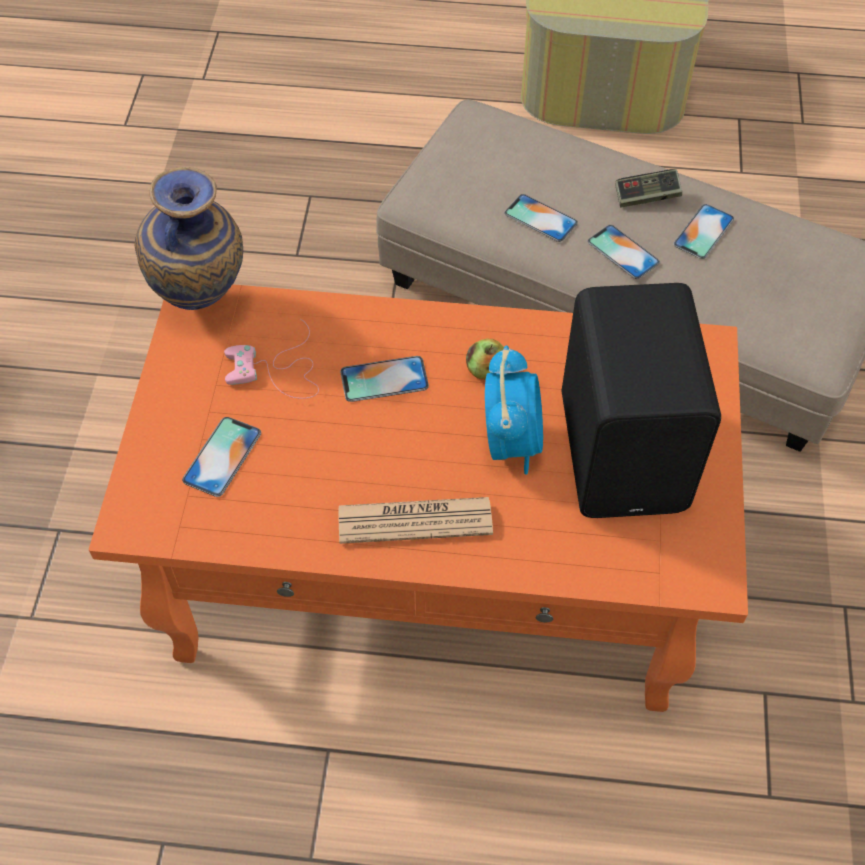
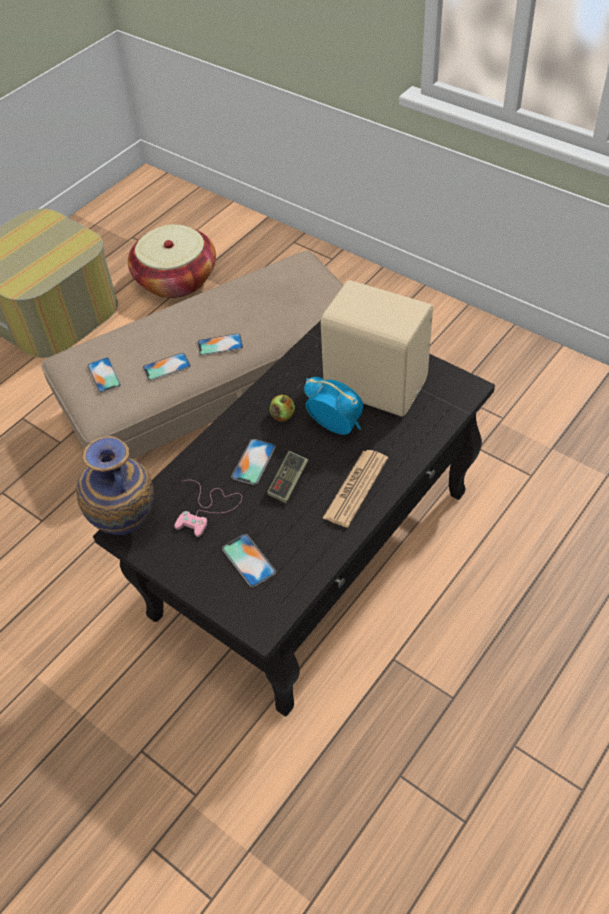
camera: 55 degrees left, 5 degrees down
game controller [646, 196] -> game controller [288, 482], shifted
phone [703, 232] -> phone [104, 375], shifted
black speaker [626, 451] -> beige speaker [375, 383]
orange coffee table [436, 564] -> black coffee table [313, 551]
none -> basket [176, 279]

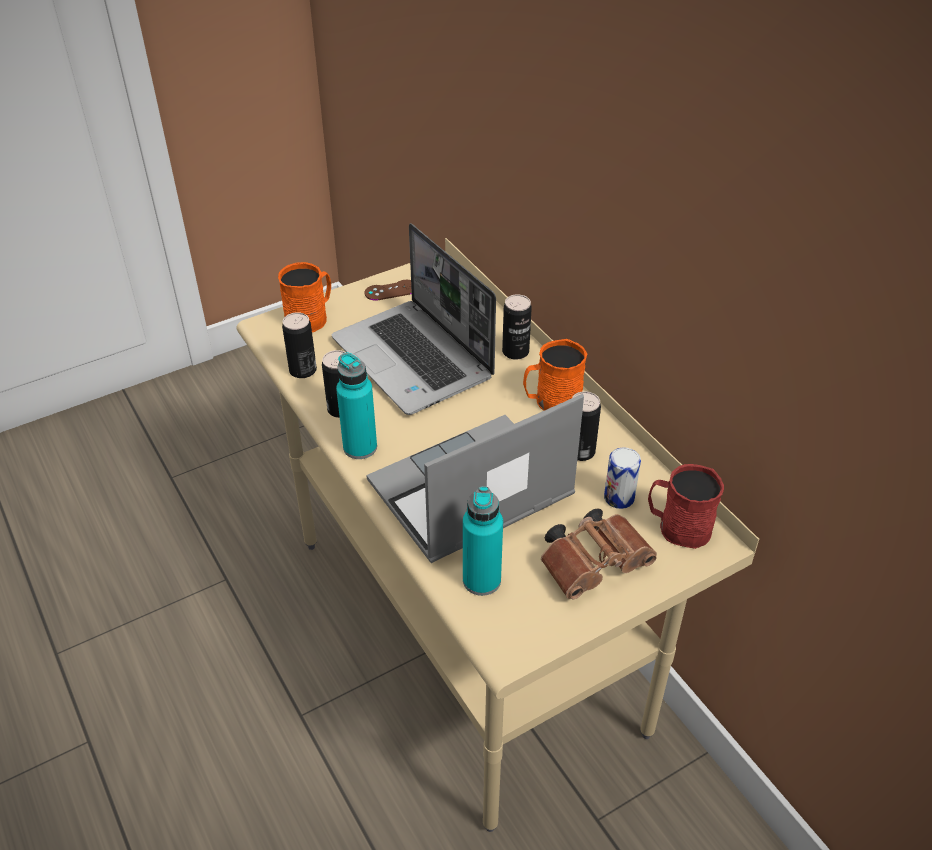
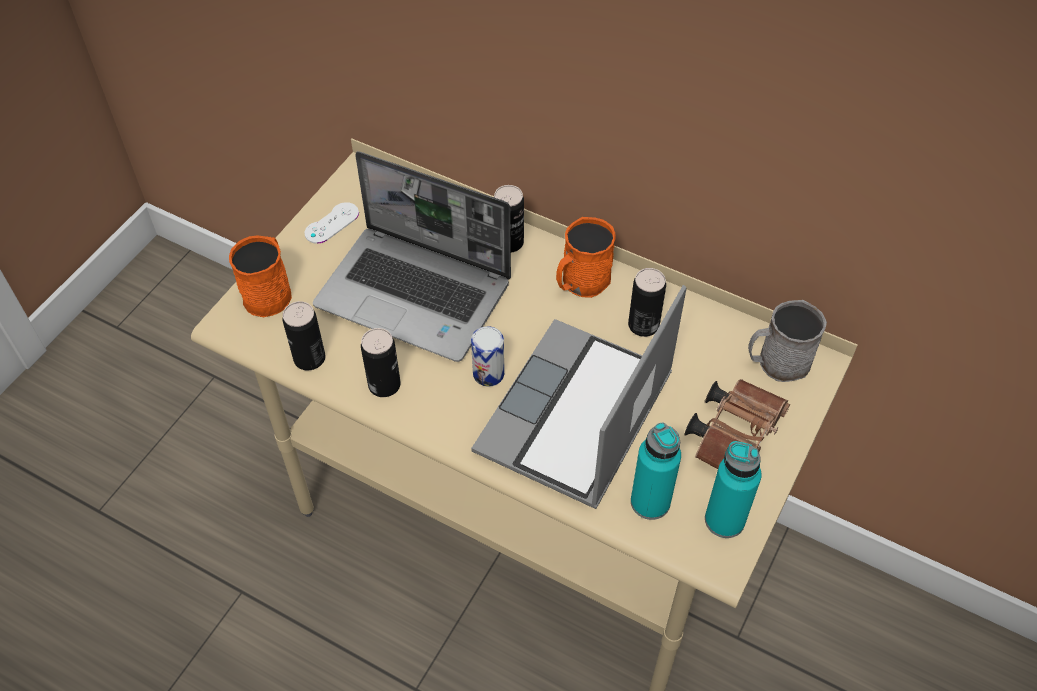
camera: 30 degrees left, 10 degrees up
brown game controller [391, 290] -> white game controller [332, 223]
turquoise bottle [360, 447] -> turquoise bottle [724, 520], shifted
can [619, 497] -> can [488, 373], shifted
red mug [678, 527] -> grey mug [777, 362]

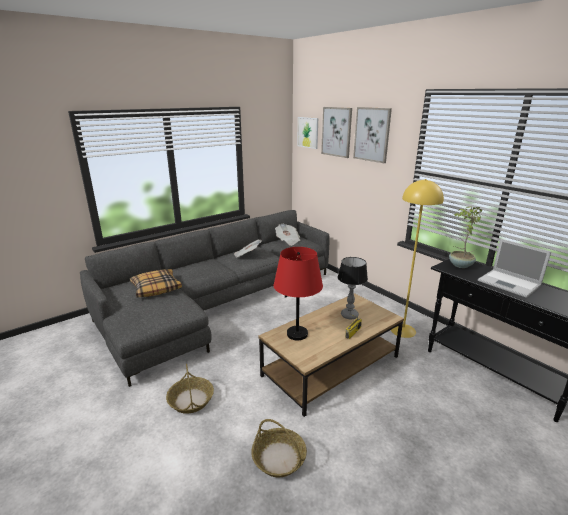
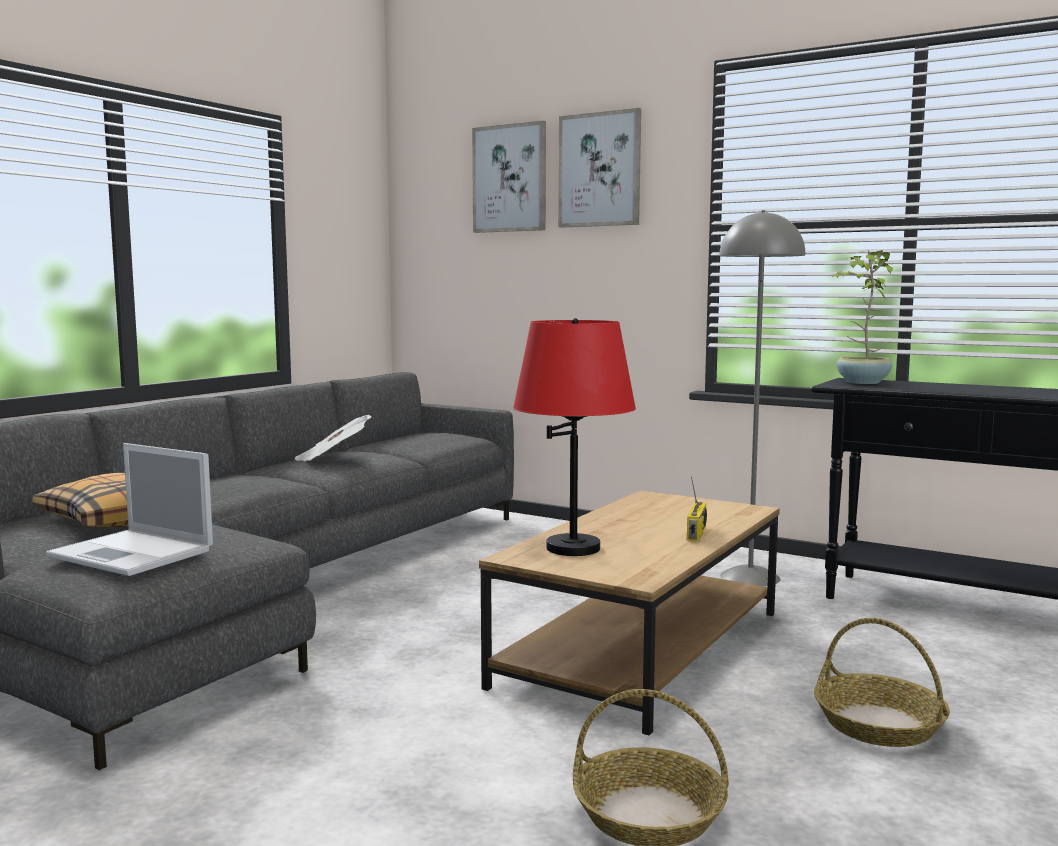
camera: 20 degrees left, 15 degrees down
picture [308, 132] -> none
yellow floor lamp [403, 330] -> grey floor lamp [750, 577]
newspaper [287, 241] -> none
laptop [510, 283] -> laptop [133, 554], shifted
table lamp [349, 315] -> none
basket [190, 400] -> basket [877, 724], shifted

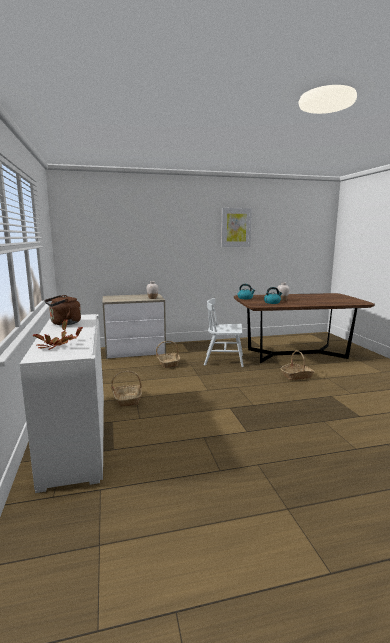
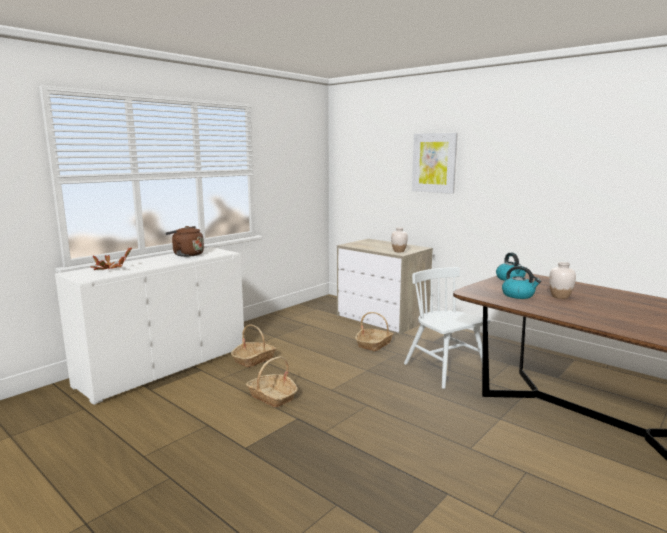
camera: 55 degrees right, 0 degrees up
picture [236, 227] -> picture [434, 163], shifted
basket [296, 376] -> basket [272, 397], shifted

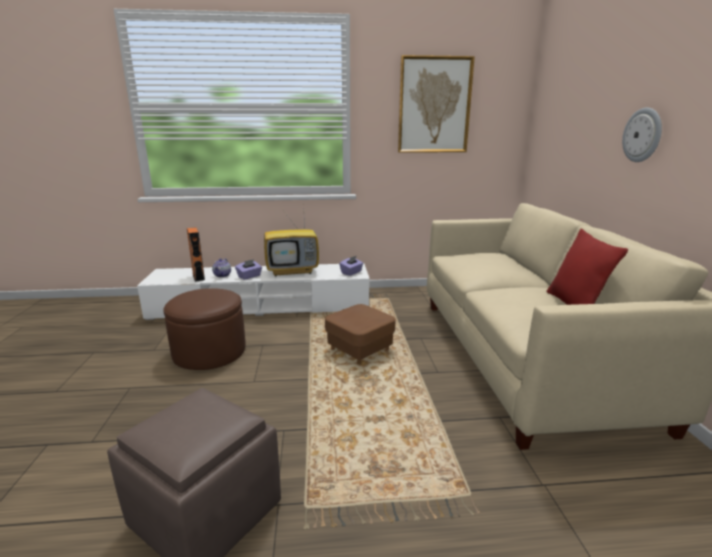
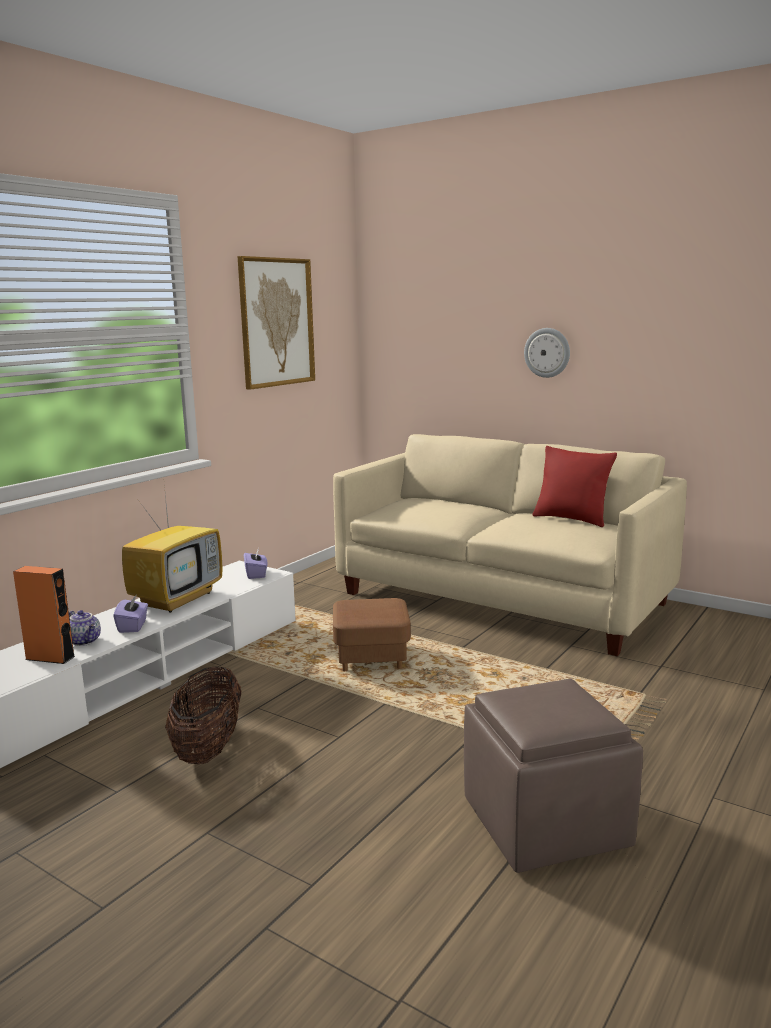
camera: 50 degrees left, 5 degrees down
brown ottoman [209, 351] -> basket [208, 748]

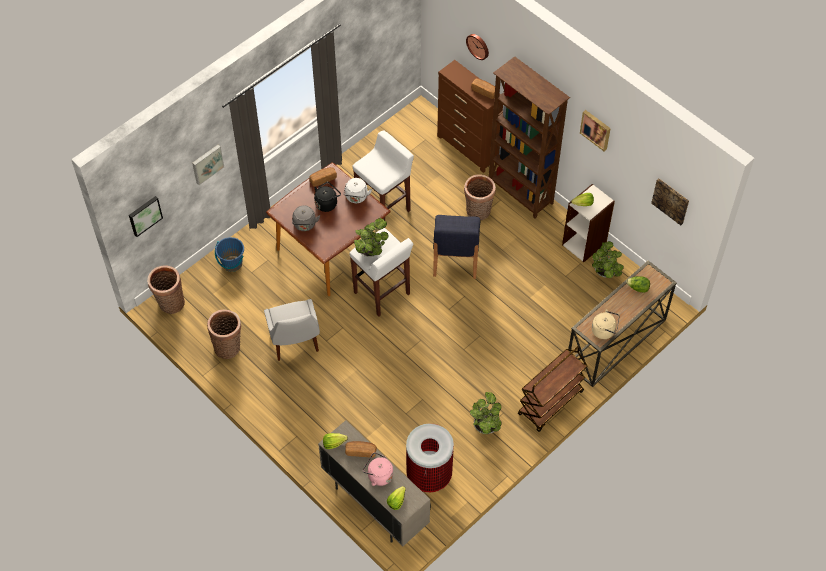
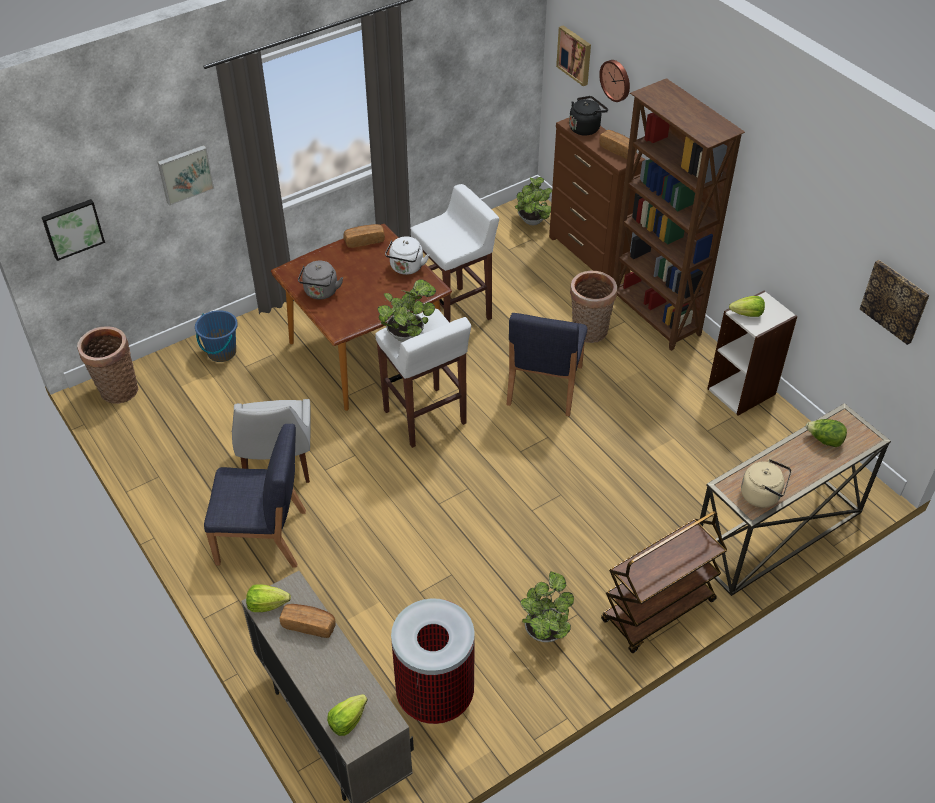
camera: 10 degrees right, 10 degrees down
picture [596, 129] -> picture [575, 55], shifted
black kettle [327, 203] -> black kettle [586, 128], shifted
potted plant [605, 274] -> potted plant [532, 222], shifted
basket [228, 347] -> none
pink kettle [378, 475] -> none
none -> blue chair [263, 538]

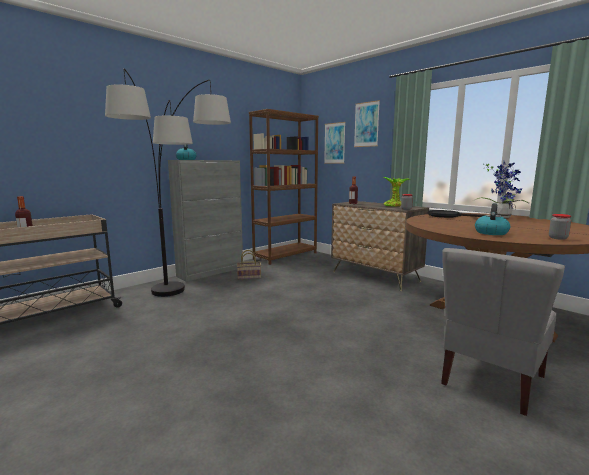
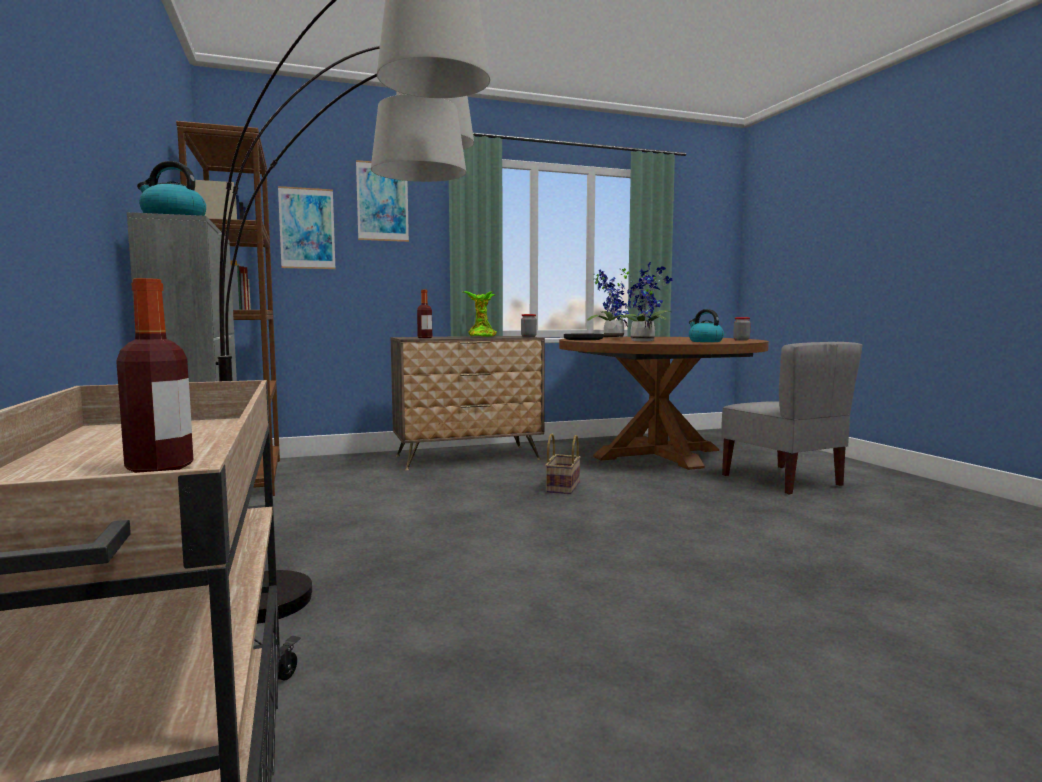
camera: 65 degrees left, 5 degrees down
basket [249, 277] -> basket [562, 487], shifted
none -> potted plant [643, 341]

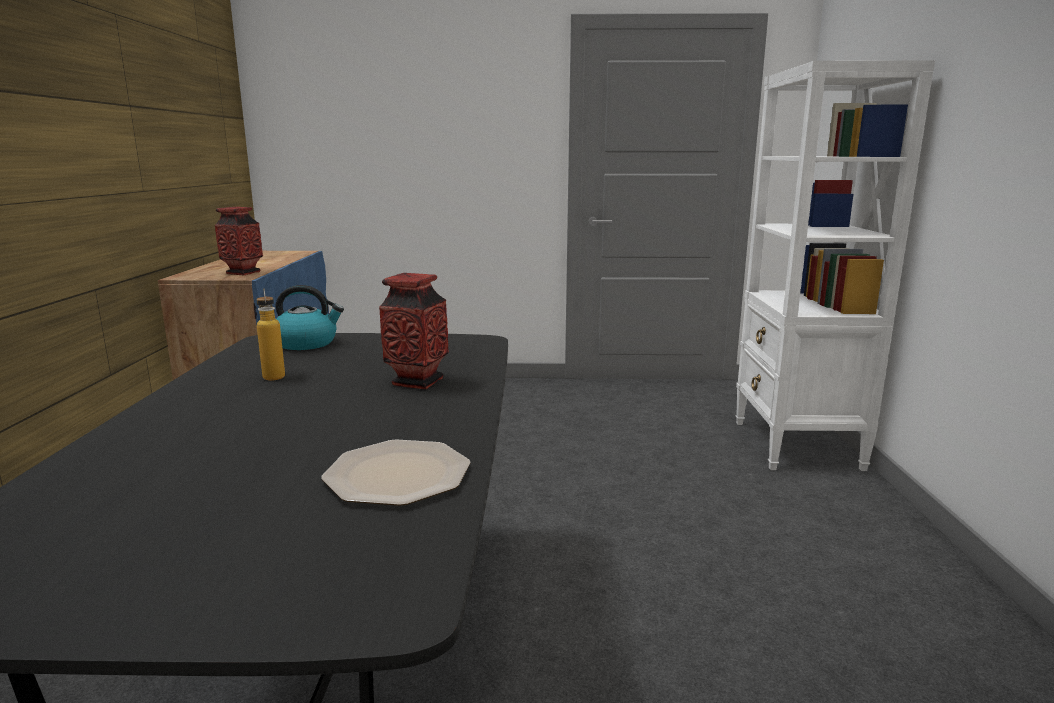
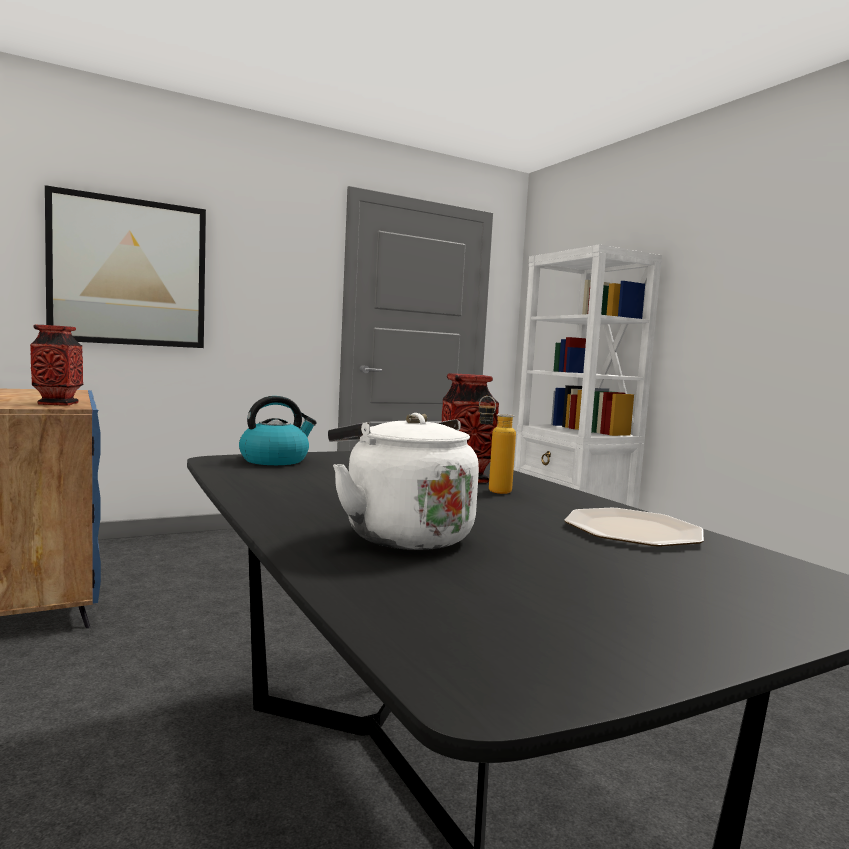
camera: 30 degrees left, 10 degrees down
bottle [273, 375] -> bottle [491, 490], shifted
none -> picture [128, 272]
none -> white kettle [402, 535]

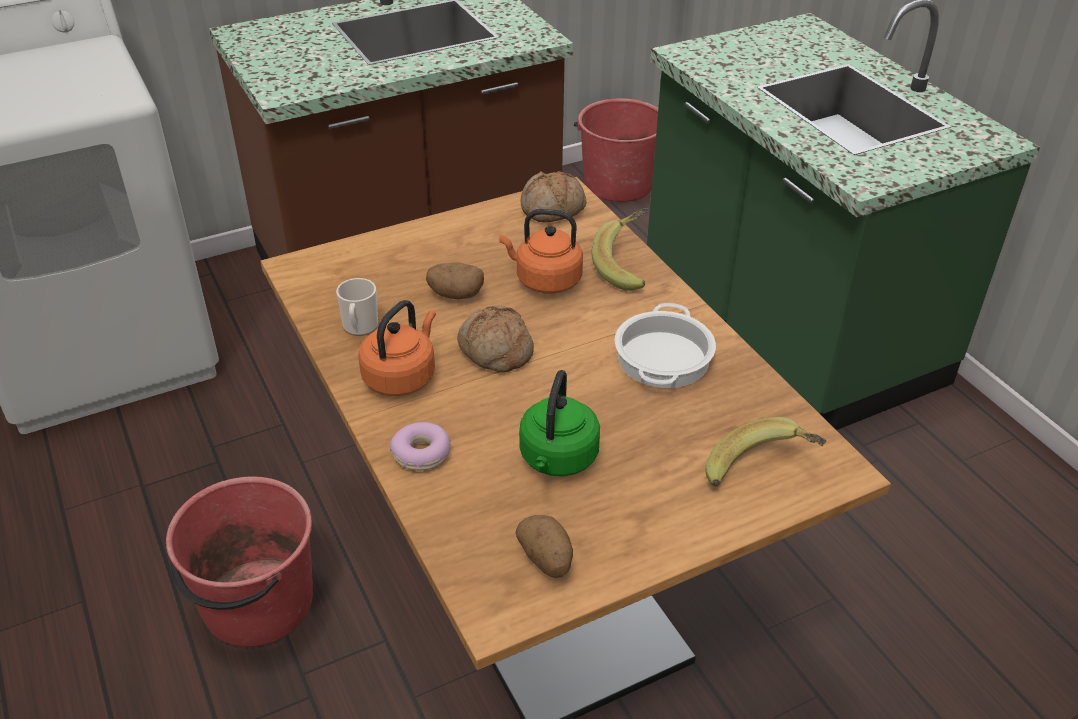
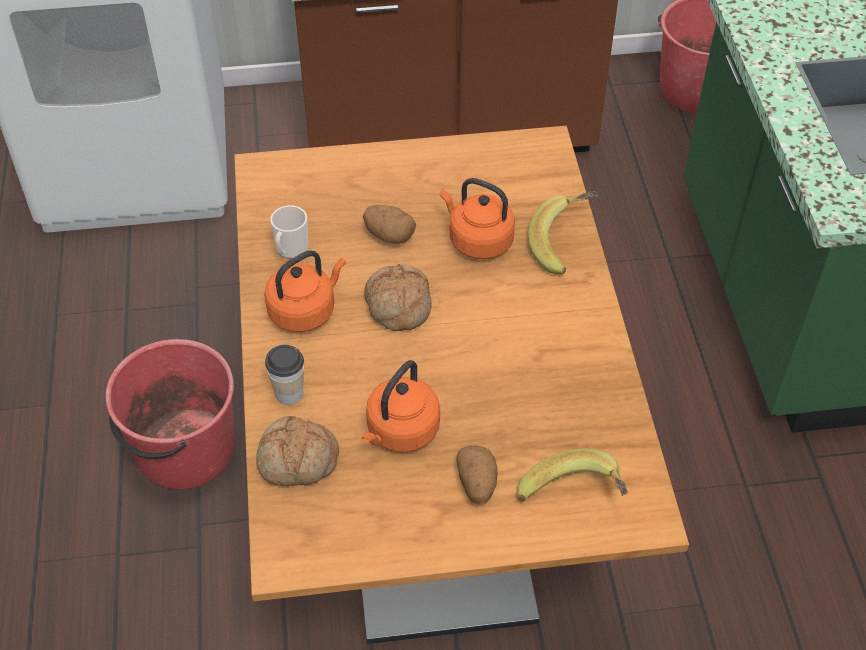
camera: 20 degrees right, 10 degrees up
bread [553, 209] -> bread [297, 461], shifted
cooking pot [664, 359] -> none
green kettle [557, 459] -> orange kettle [400, 432]
donut [422, 454] -> cup [289, 393]
potato [546, 559] -> potato [477, 484], shifted

